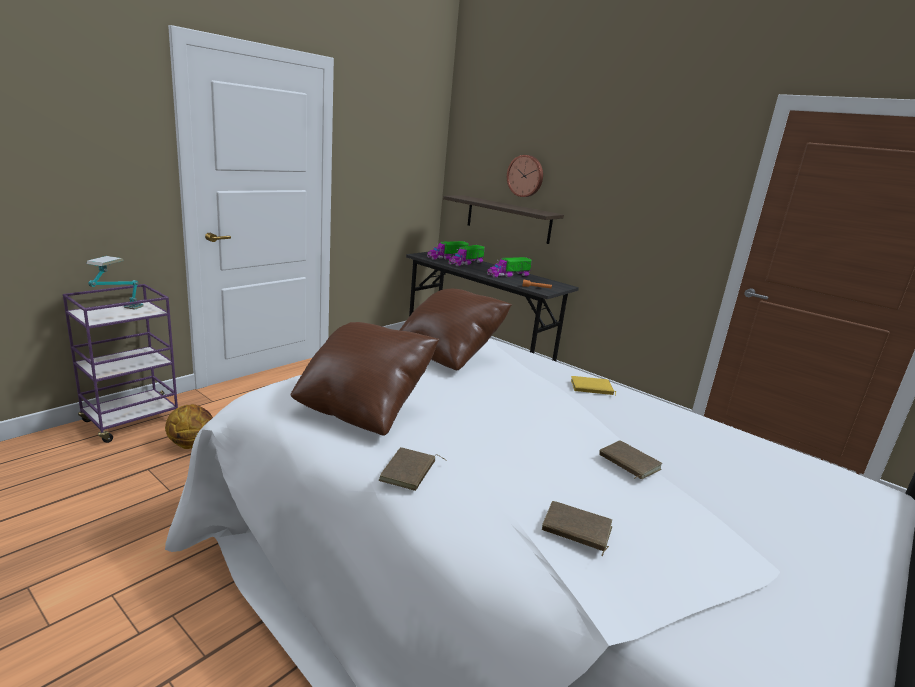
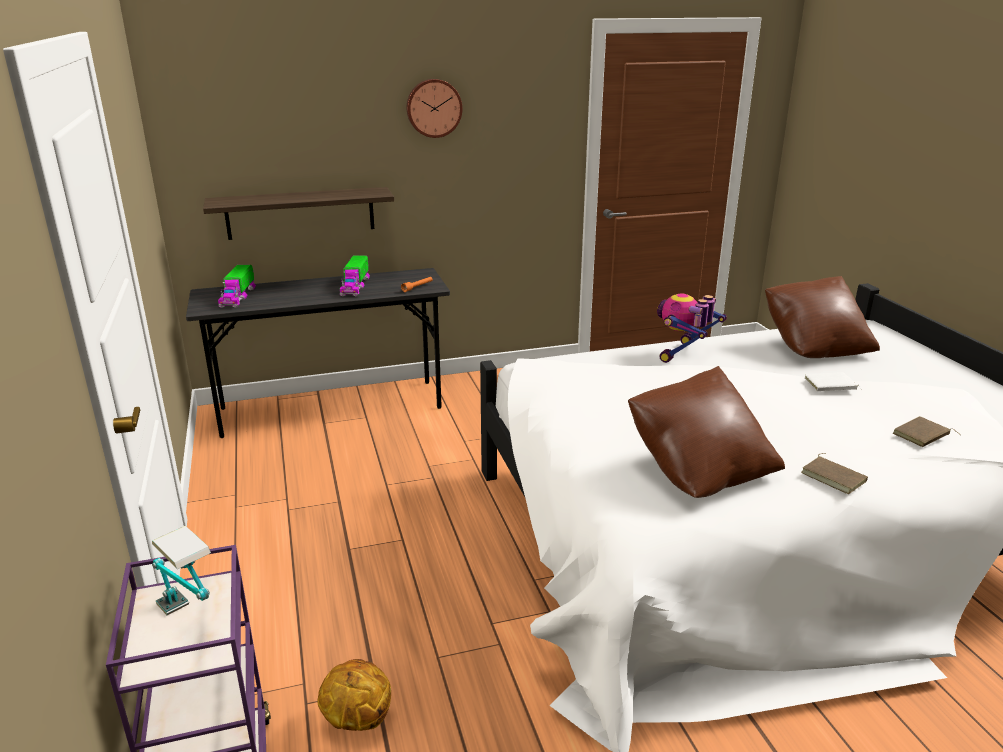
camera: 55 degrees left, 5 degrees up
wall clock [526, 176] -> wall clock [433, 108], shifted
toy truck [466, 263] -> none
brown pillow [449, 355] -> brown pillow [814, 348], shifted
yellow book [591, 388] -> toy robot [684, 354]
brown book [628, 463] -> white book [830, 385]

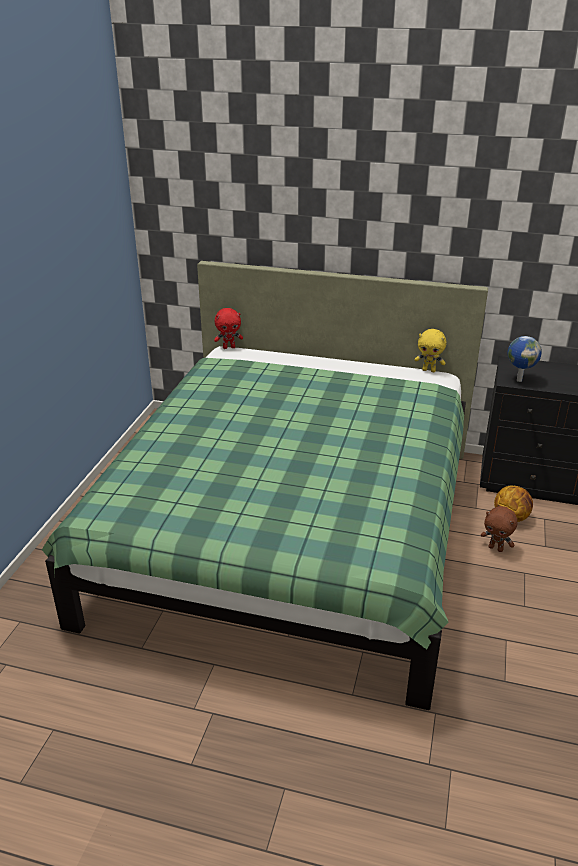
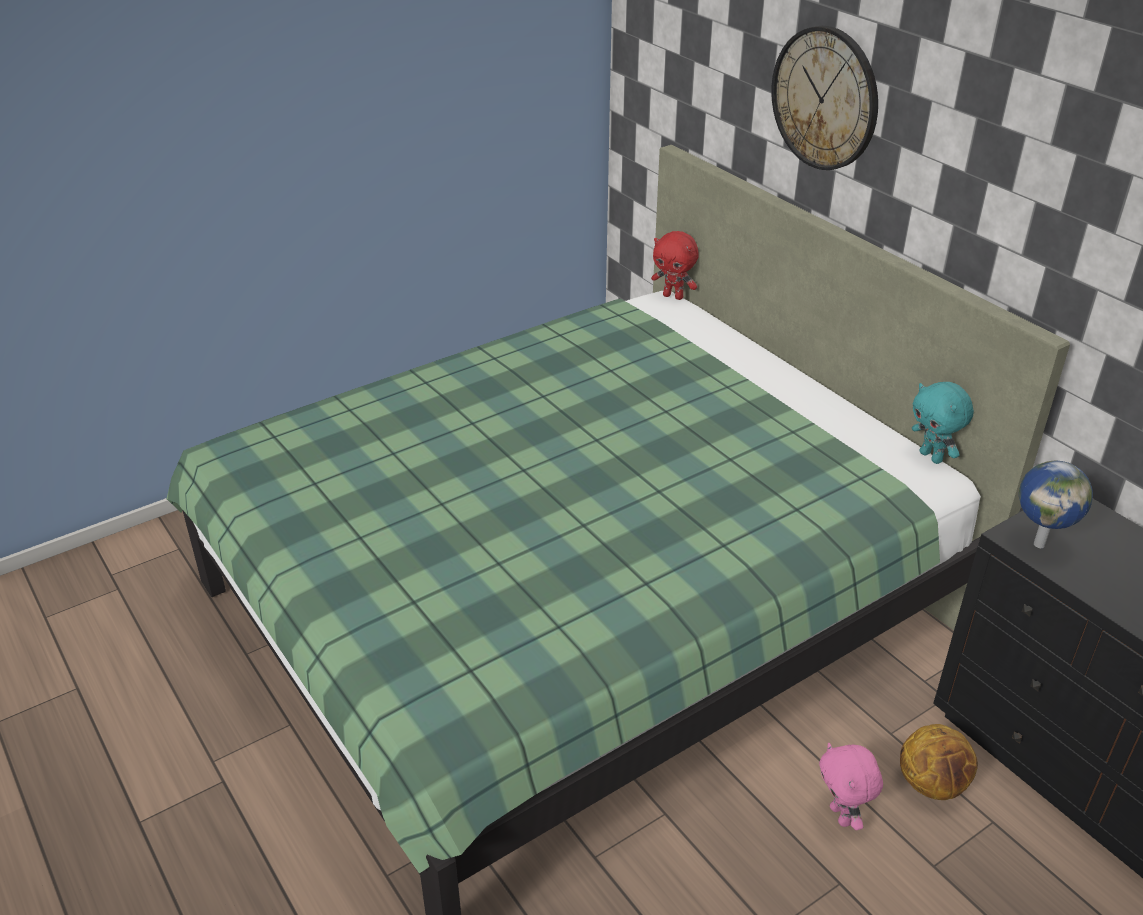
camera: 40 degrees right, 5 degrees up
yellow plush toy [429, 370] -> turquoise plush toy [932, 457]
brown plush toy [496, 548] -> pink plush toy [841, 816]
none -> wall clock [825, 98]

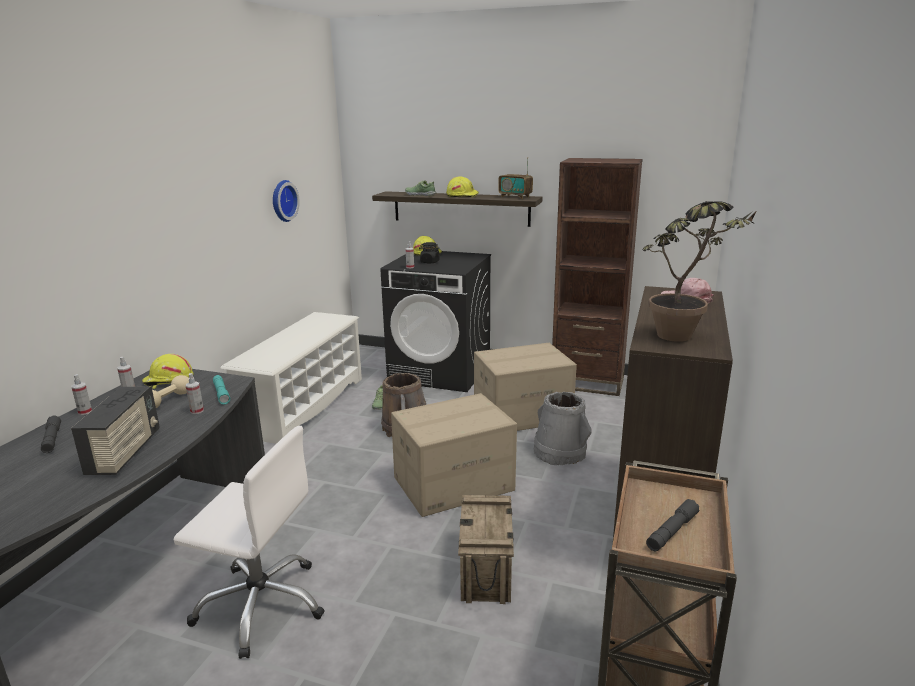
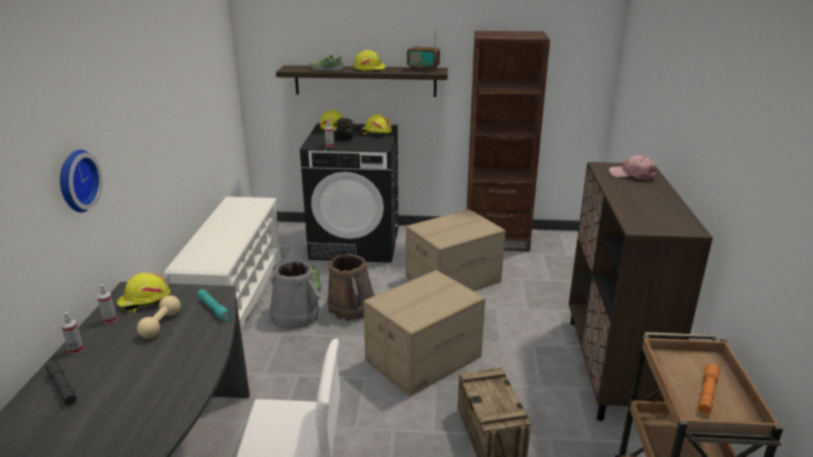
camera: 15 degrees left, 5 degrees up
wall clock [282, 200] -> wall clock [75, 181], shifted
potted plant [683, 339] -> none
spray bottle [197, 411] -> none
radio [125, 453] -> none
grey bucket [560, 452] -> grey bucket [295, 316], shifted
grey flashlight [672, 531] -> orange flashlight [707, 394]
none -> yellow hard hat [376, 132]

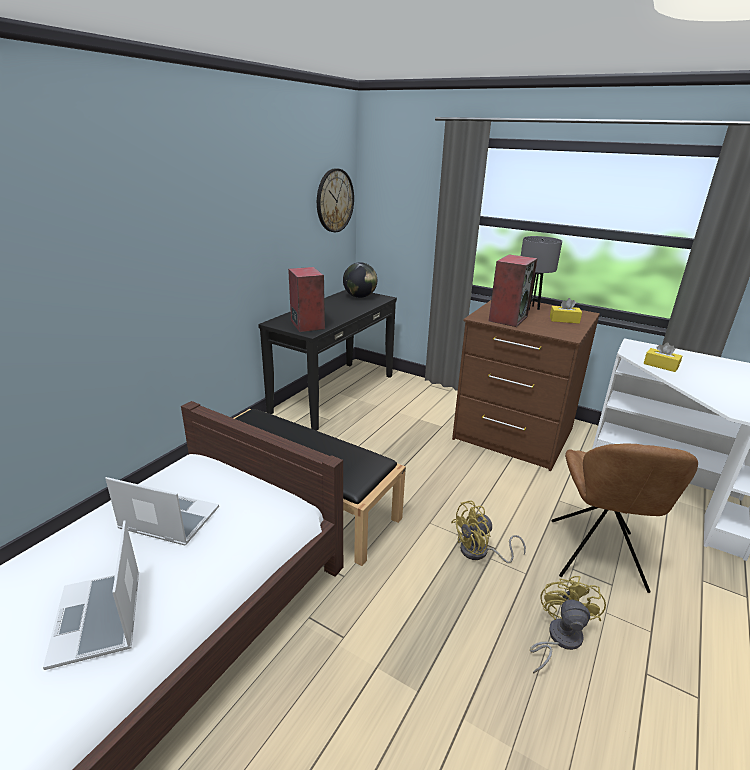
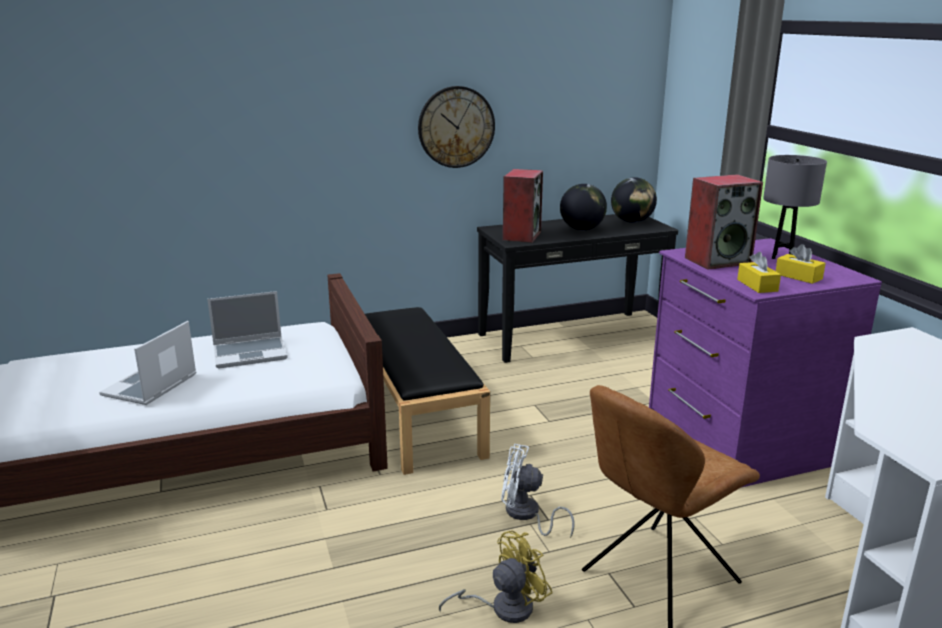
camera: 40 degrees right, 5 degrees down
wall clock [334, 200] -> wall clock [456, 127], shifted
brown dresser [512, 435] -> purple dresser [738, 440]
yellow tissue box [660, 365] -> yellow tissue box [757, 285], shifted
laptop [168, 520] -> laptop [251, 353], 105 degrees clockwise
yellow fan [480, 553] -> white fan [526, 515]
none -> globe [582, 229]

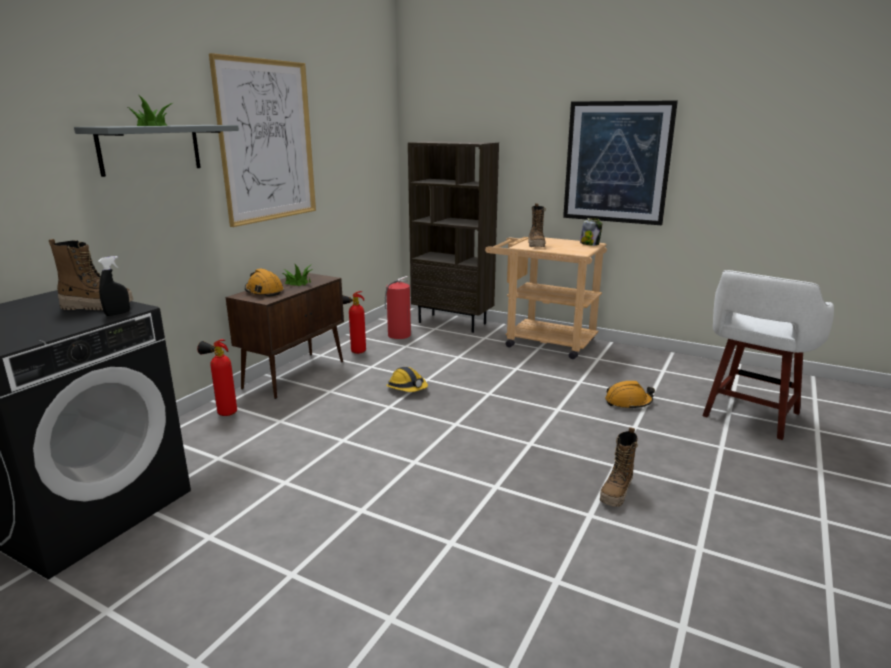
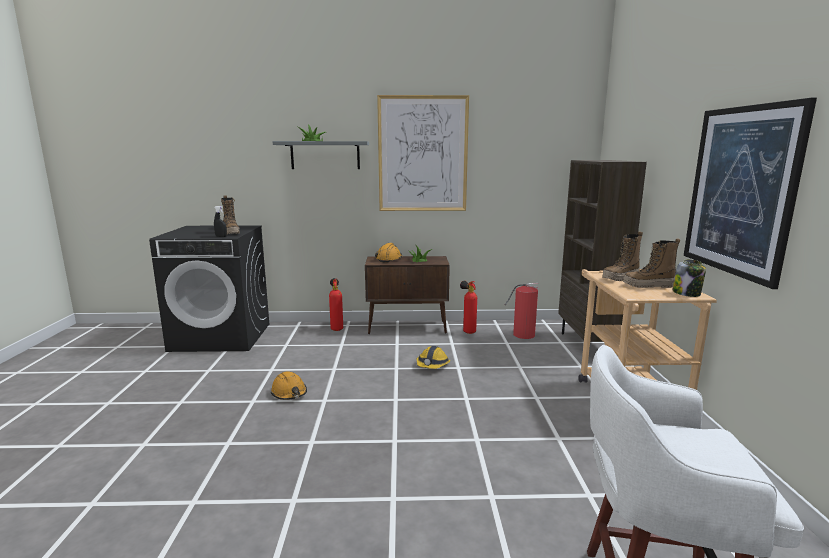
camera: 60 degrees right, 5 degrees down
orange hard hat [628, 402] -> orange hard hat [289, 393], shifted
boot [616, 493] -> boot [648, 286], shifted

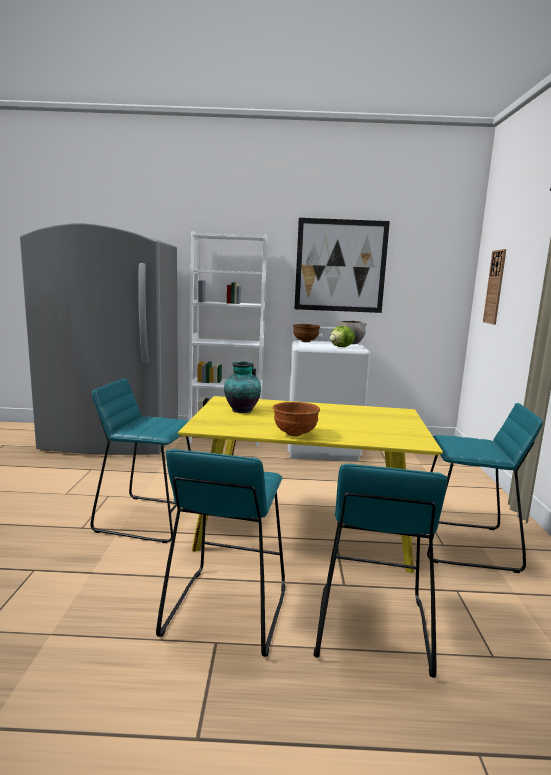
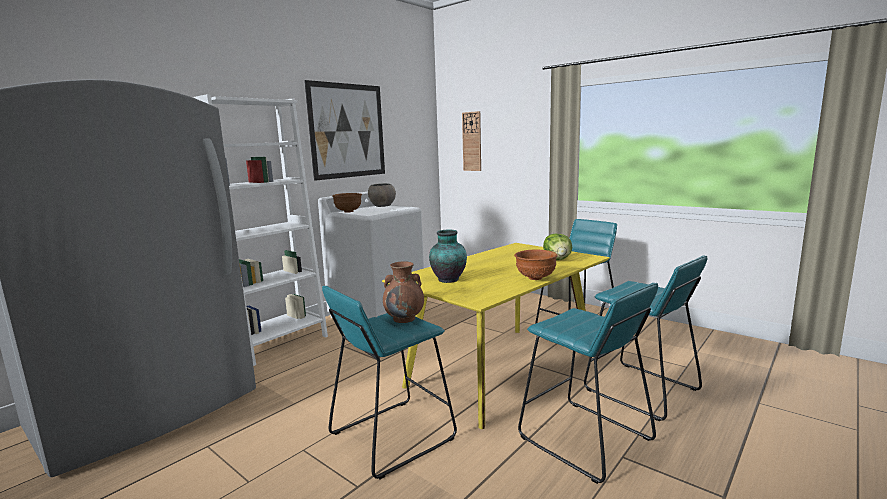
camera: 50 degrees left, 0 degrees up
lettuce [341, 347] -> lettuce [557, 260], shifted
none -> brown vase [405, 318]

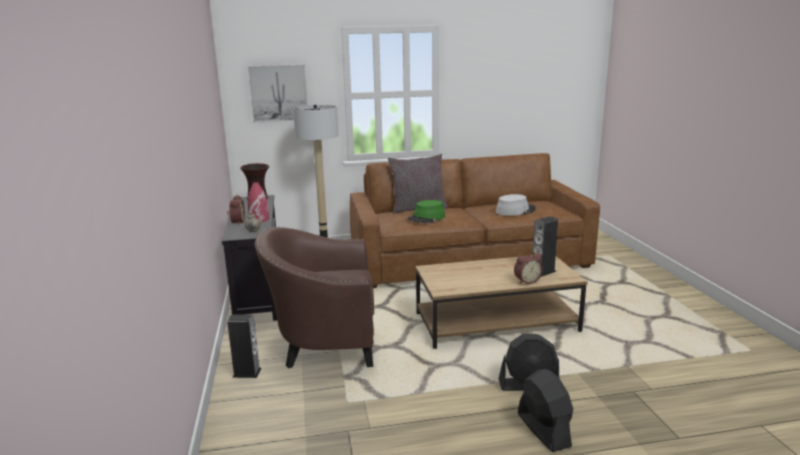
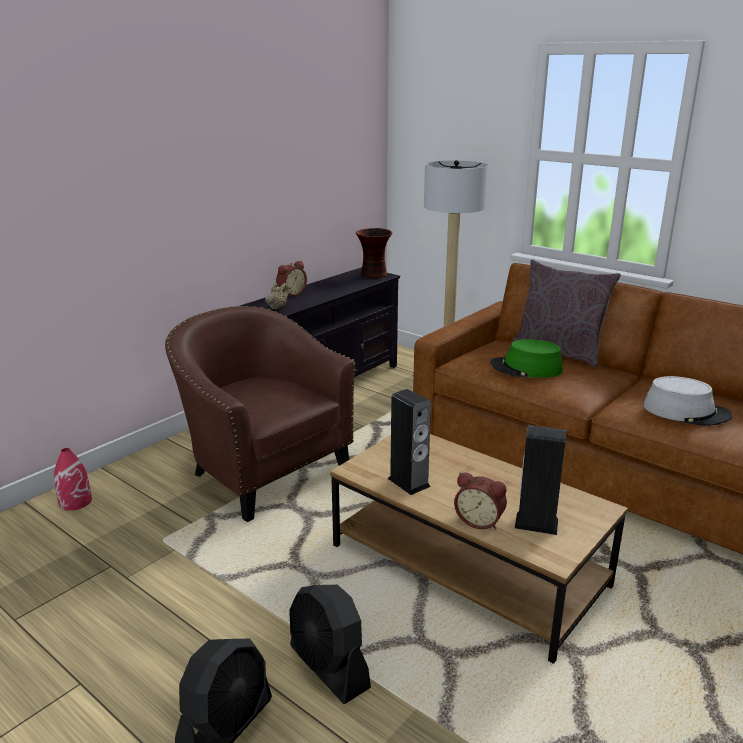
camera: 50 degrees right, 5 degrees up
picture [278, 93] -> none
red vase [259, 219] -> red vase [75, 501], shifted
speaker [247, 373] -> speaker [408, 482], shifted

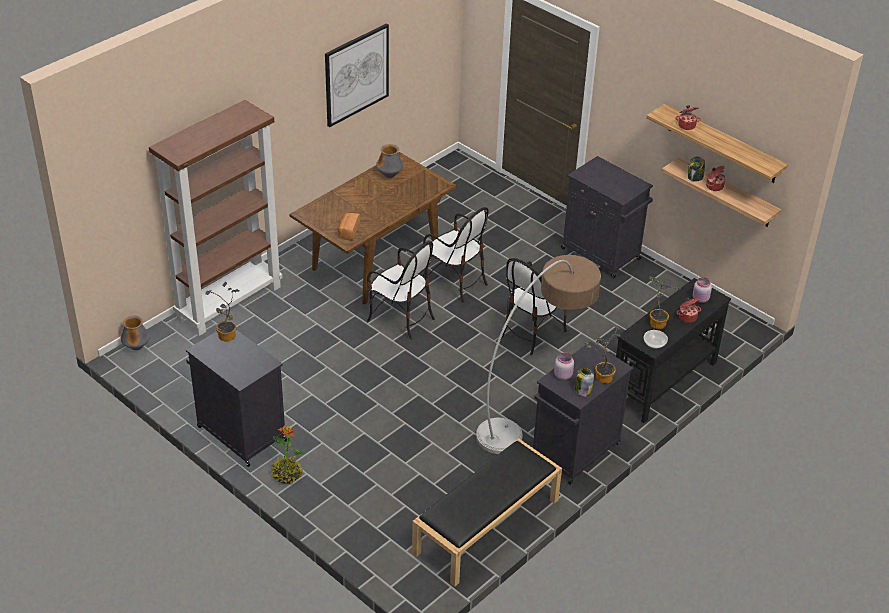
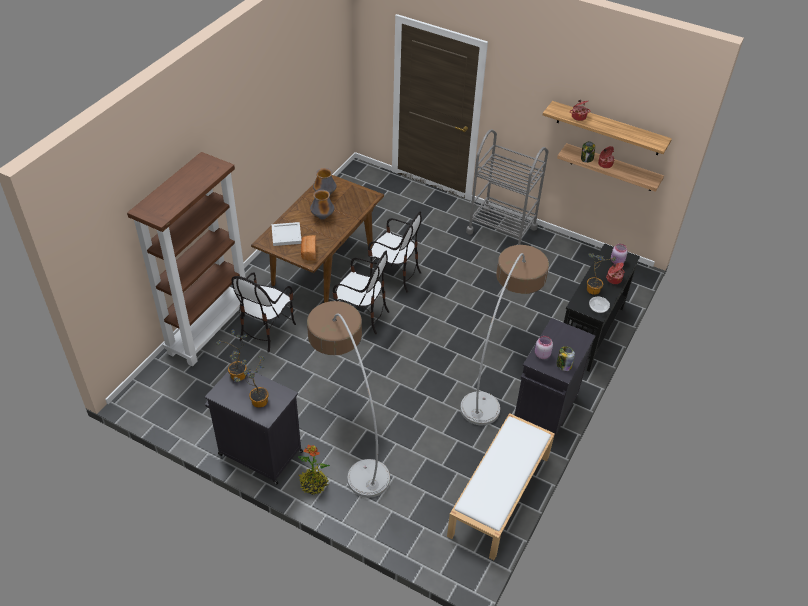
camera: 15 degrees left, 5 degrees up
picture [356, 74] -> none
black cabinet [602, 254] -> grey cart [501, 230]
chair [532, 332] -> chair [266, 330], shifted
vase [137, 347] -> vase [322, 217], shifted
potted plant [601, 377] -> potted plant [257, 401], shifted
black bench [486, 527] -> white bench [499, 496]
none -> white tray [286, 235]
none -> floor lamp [350, 434]

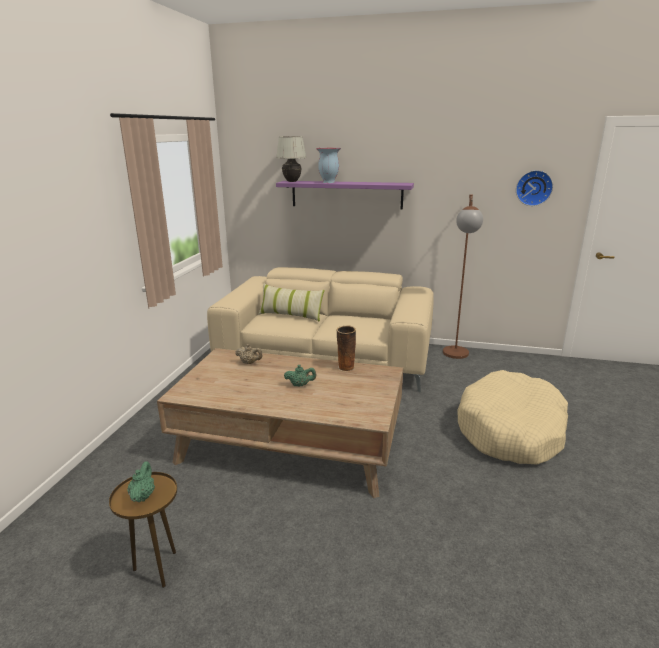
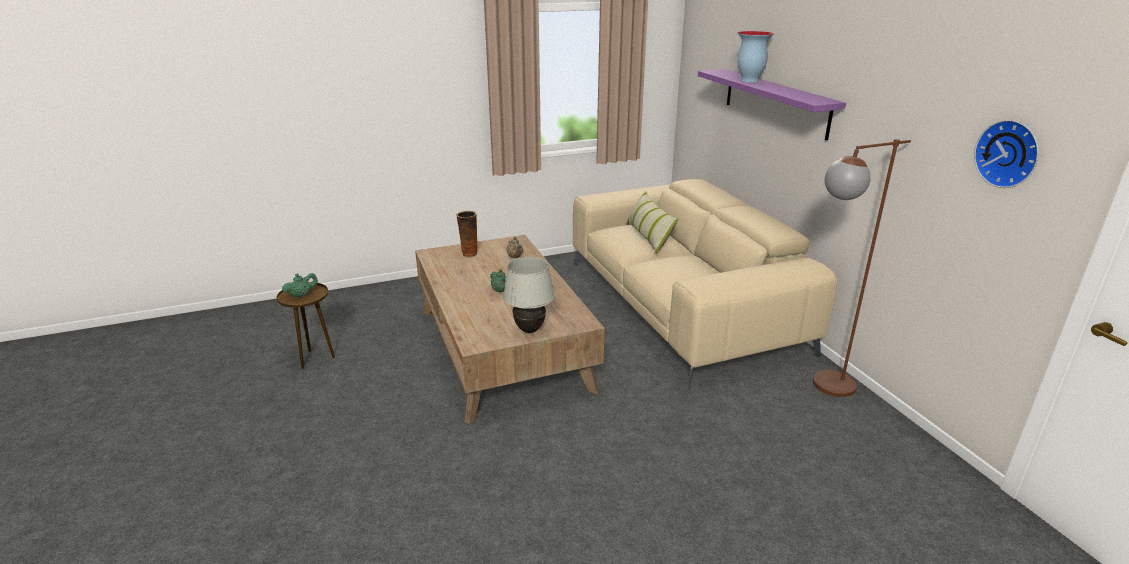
camera: 55 degrees right, 5 degrees up
white table lamp [292, 181] -> white table lamp [529, 330], shifted
vase [345, 368] -> vase [469, 254], shifted
beige dog bed [511, 430] -> none

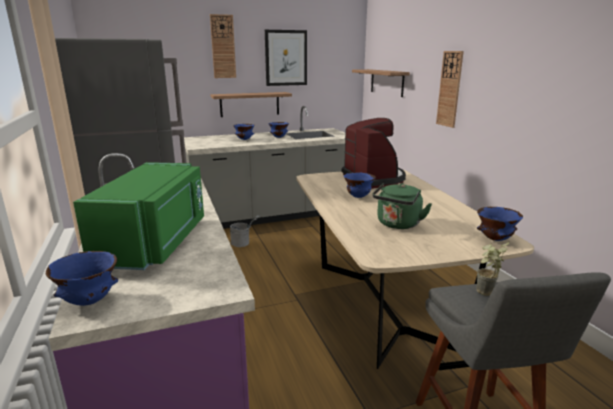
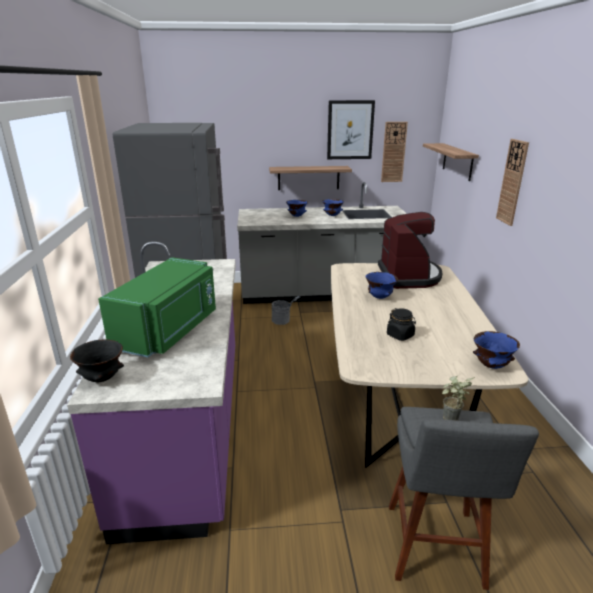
camera: 15 degrees right, 5 degrees up
wall clock [223, 47] -> wall clock [393, 152], shifted
green kettle [397, 225] -> black jar [400, 335]
blue bowl [90, 301] -> black bowl [103, 379]

